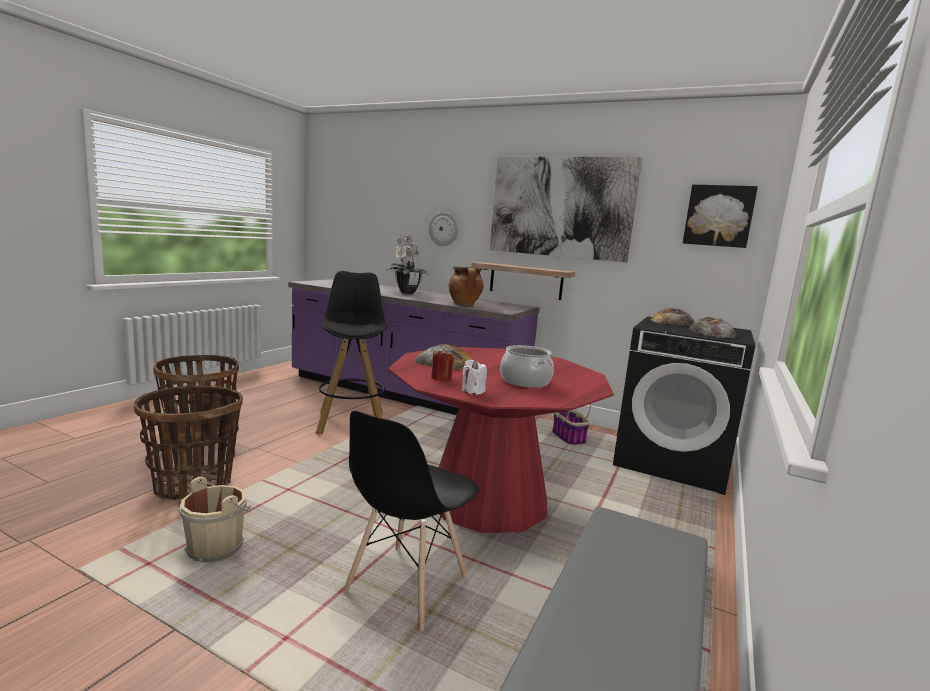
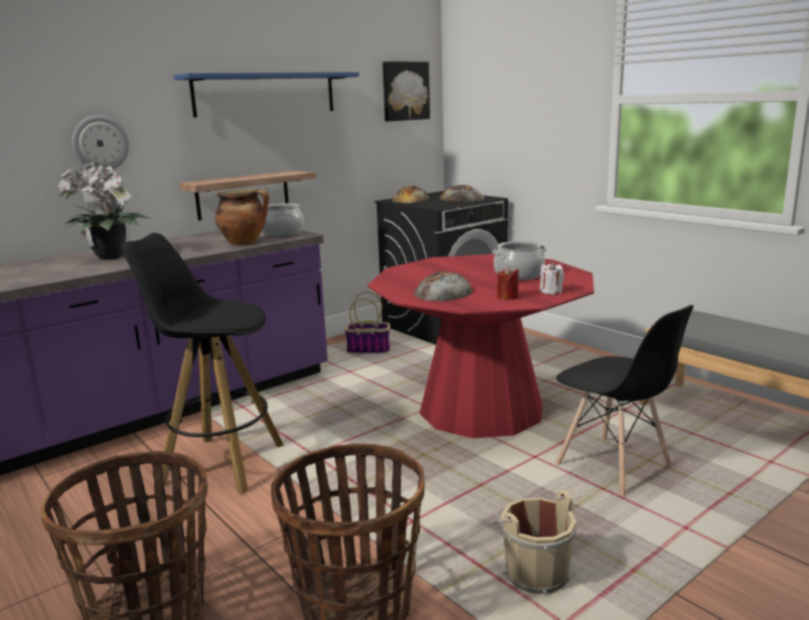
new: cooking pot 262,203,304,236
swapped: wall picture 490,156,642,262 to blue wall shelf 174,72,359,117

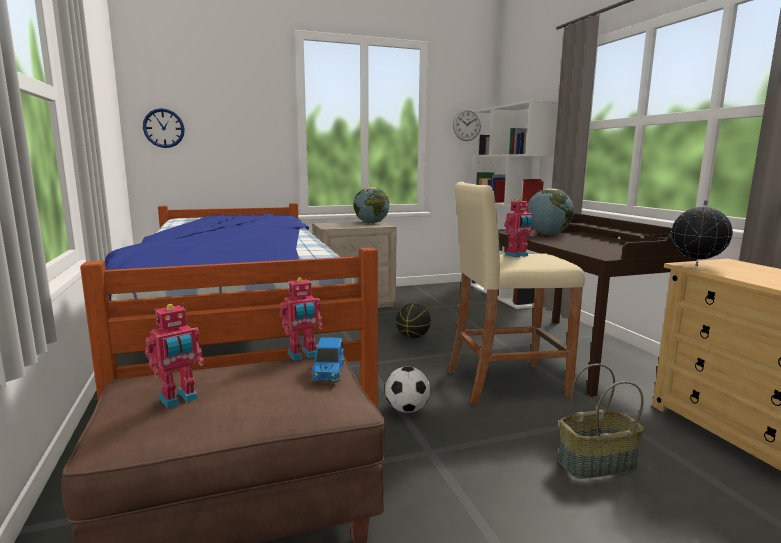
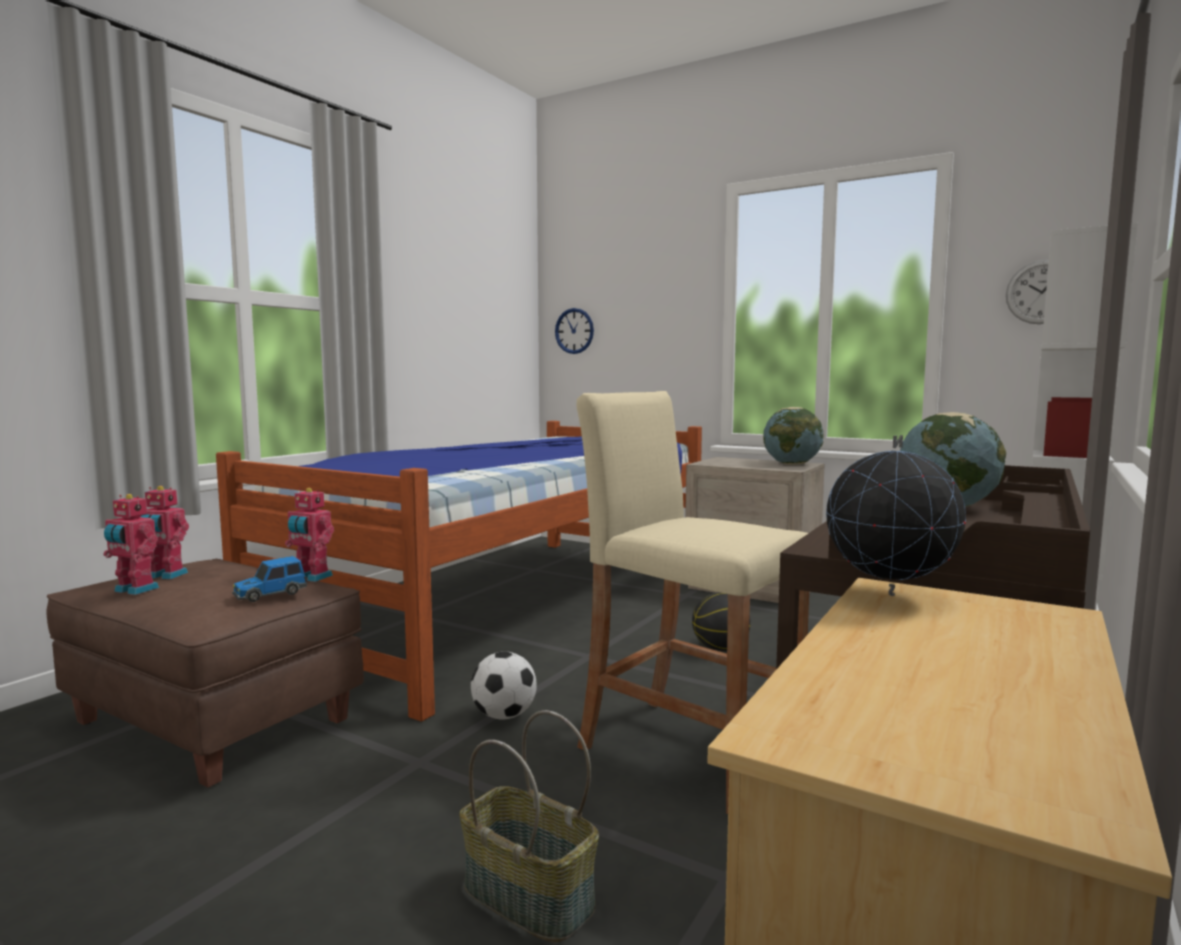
shifted: model robot 504,198,534,258 to 104,494,159,595

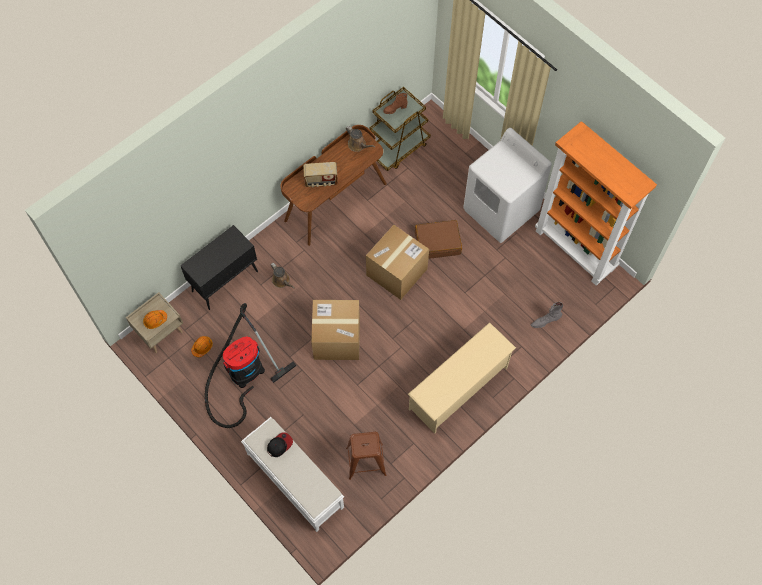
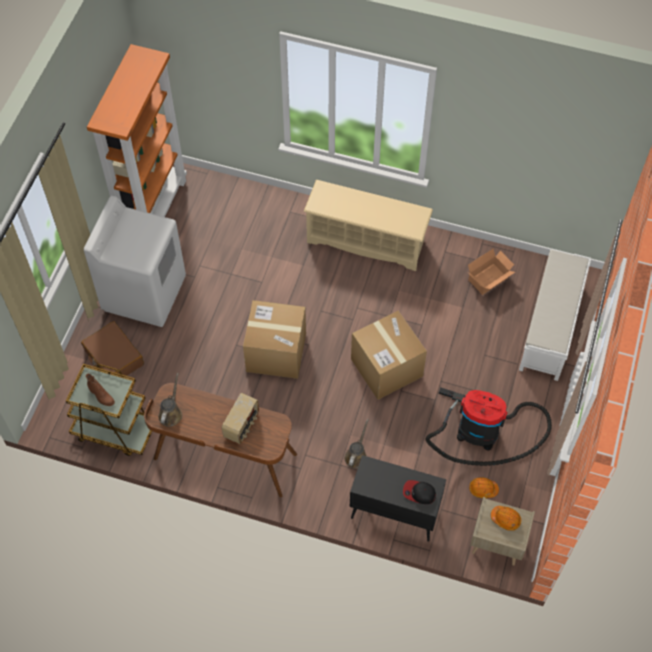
gone: grey high-top boot 531,302,563,328
shifted: brown-coloured travel case 415,220,462,259 to 81,321,144,377; baseball cap 267,432,293,457 to 403,480,436,504
swapped: brown-coloured stool seat 346,432,386,480 to packing box 468,248,515,295
rotated: radio receiver 303,162,337,187 = 222,393,259,444 60 degrees clockwise

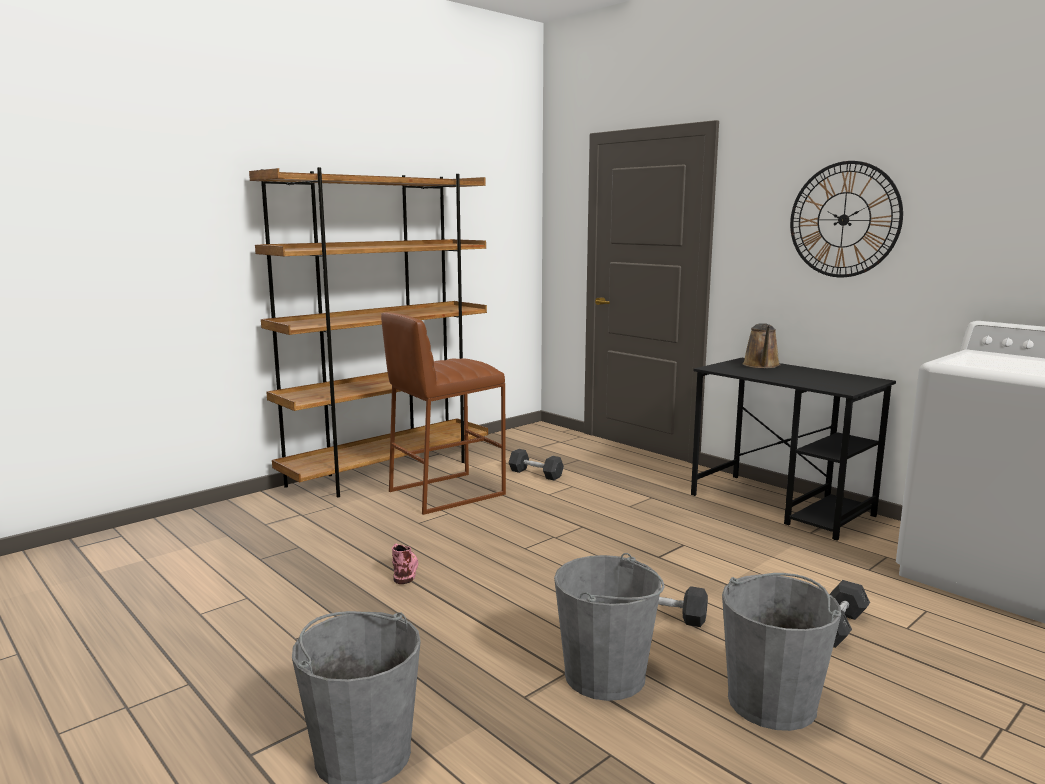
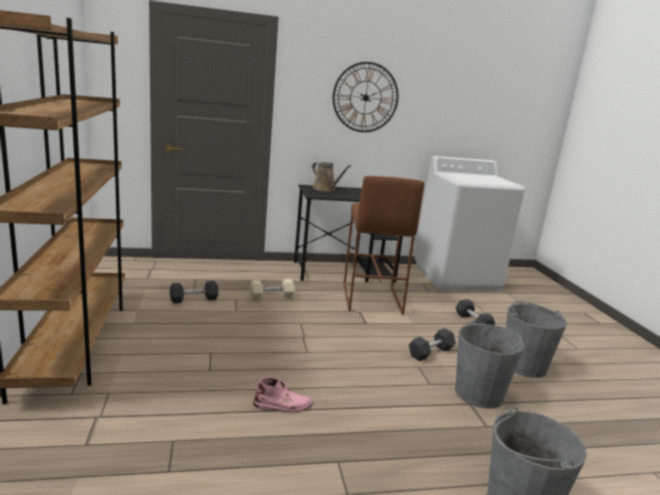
new: beige hand weight 250,279,295,299
shifted: brown-coloured stool seat 381,312,506,515 to 343,176,424,315
rotated: pink-coloured high-top boot 392,544,418,584 = 253,377,313,412 150 degrees clockwise

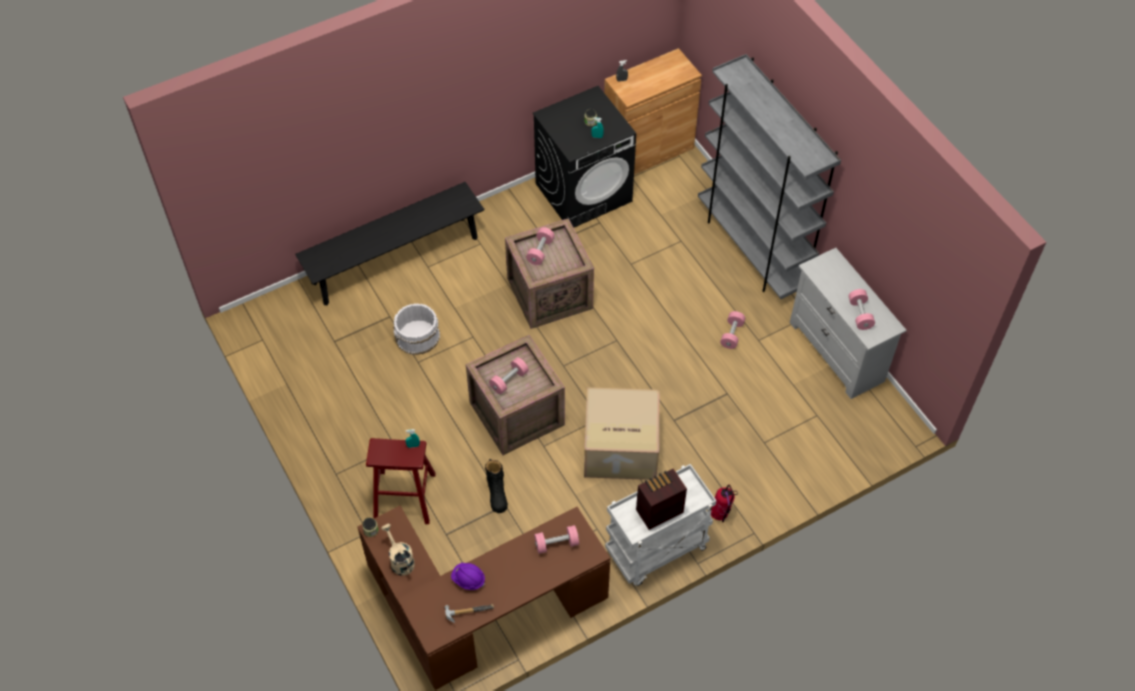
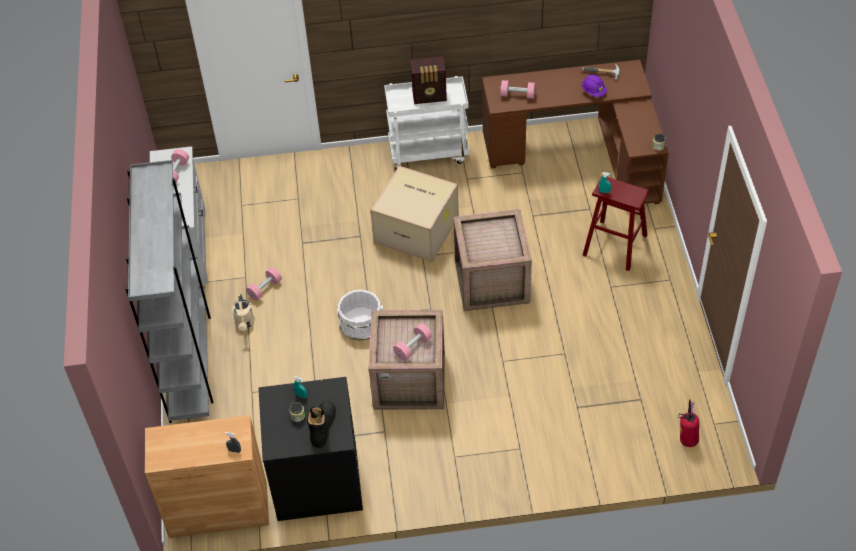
gone: black-coloured long seat 295,182,484,306; pink-coloured hand weight 489,357,529,394
shifted: beige watering pot 381,524,415,576 to 232,294,255,331; black-coloured high-top boot 485,459,508,513 to 307,401,336,448; white water bucket 393,303,440,355 to 337,290,383,341; fire extinguisher 711,485,738,522 to 678,400,699,447

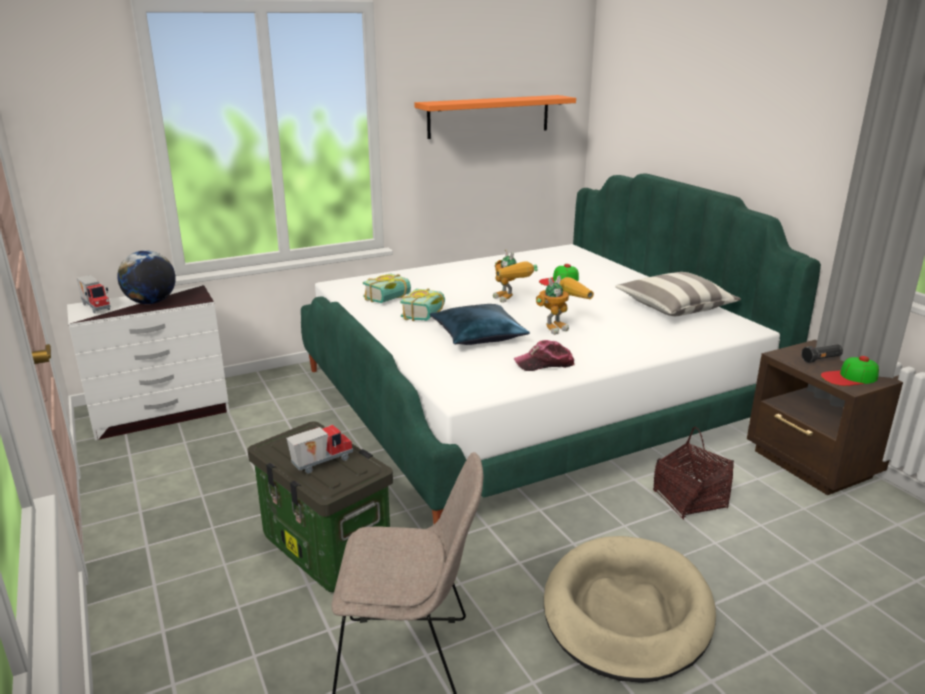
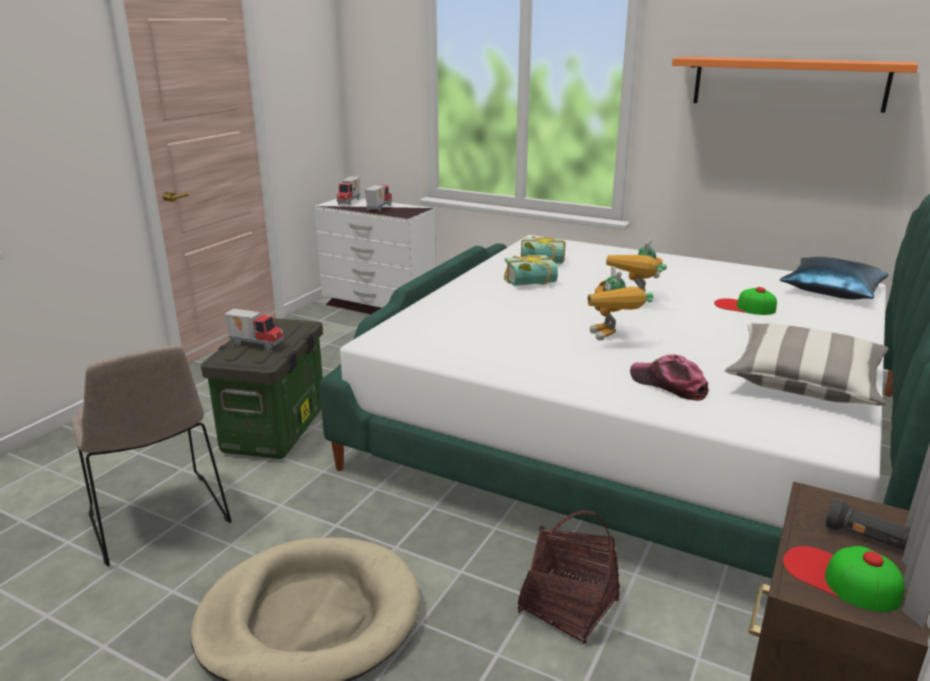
shifted: baseball cap 514,340,575,371 to 630,354,709,401; blue throw pillow 429,304,530,345 to 780,257,888,299
swapped: desk globe 117,250,176,304 to toy lorry 365,185,392,212
rotated: model robot 536,275,594,335 = 587,266,653,341 60 degrees clockwise

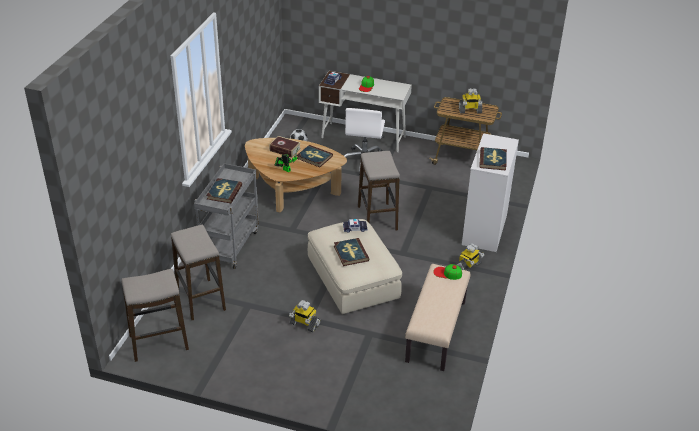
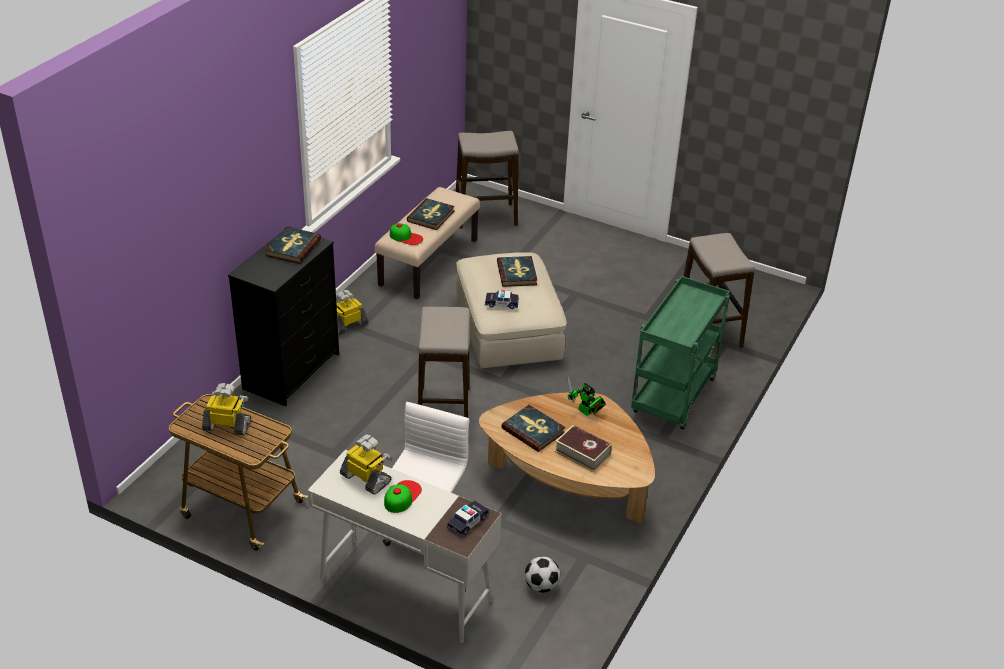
shifted: model robot 289,300,321,333 to 340,434,393,495; book 206,178,242,203 to 407,198,455,230; stool seat 121,269,189,362 to 456,131,519,229
repainted: white drawer chest 462,133,519,252 to black-coloured drawer chest 228,226,339,407; grey trolley 194,163,259,269 to greenish trolley 631,276,730,429

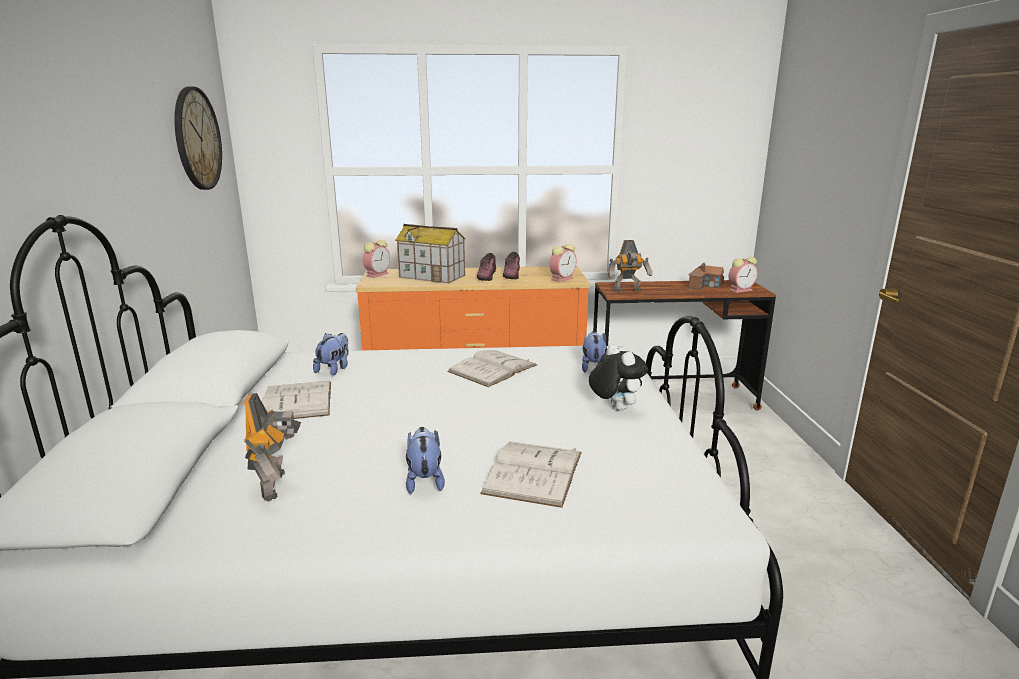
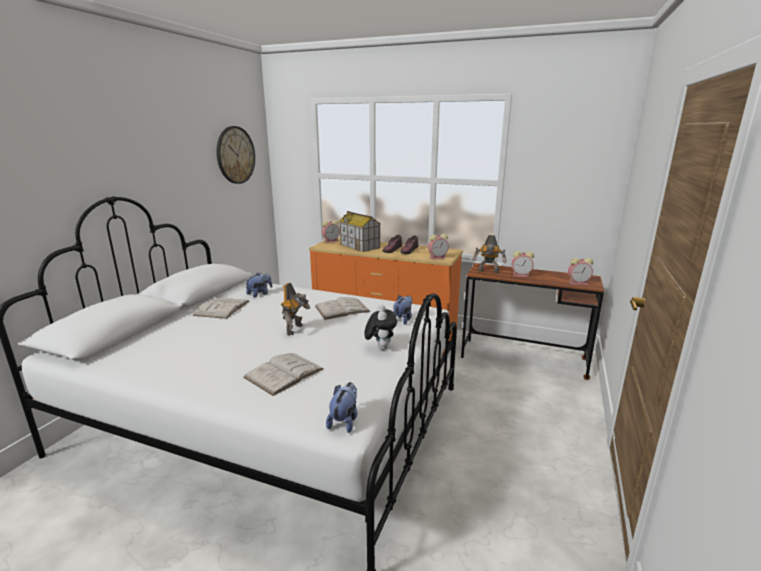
gone: miniature house 688,263,724,290
new: table clock 512,251,534,277
shifted: model robot 244,393,301,502 to 281,283,310,336; soft toy 406,427,445,494 to 326,382,357,433

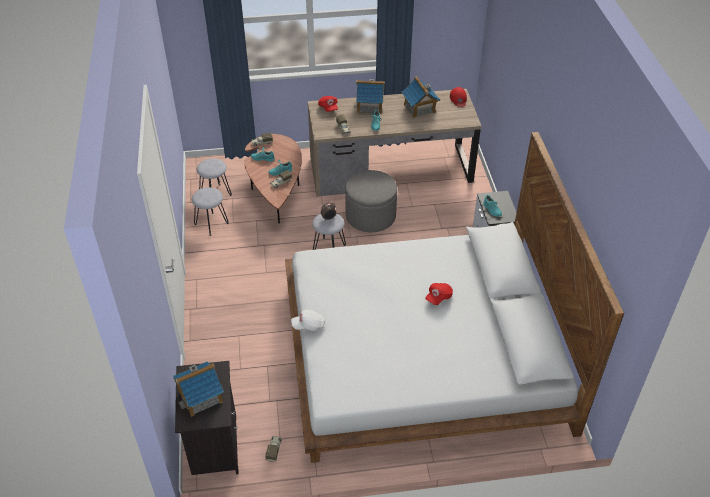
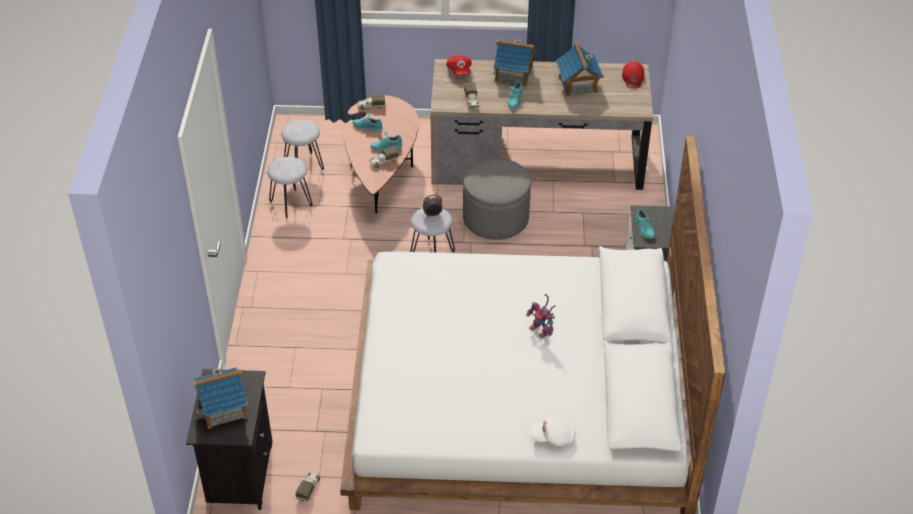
shifted: white baseball cap 291,310,325,331 to 531,416,576,446
swapped: red-coloured baseball cap 426,283,453,305 to model robot 526,294,556,339

